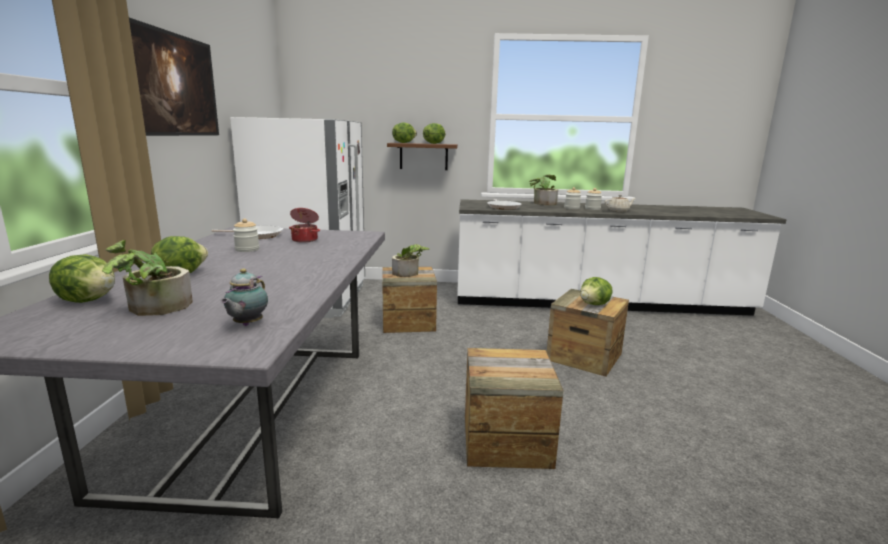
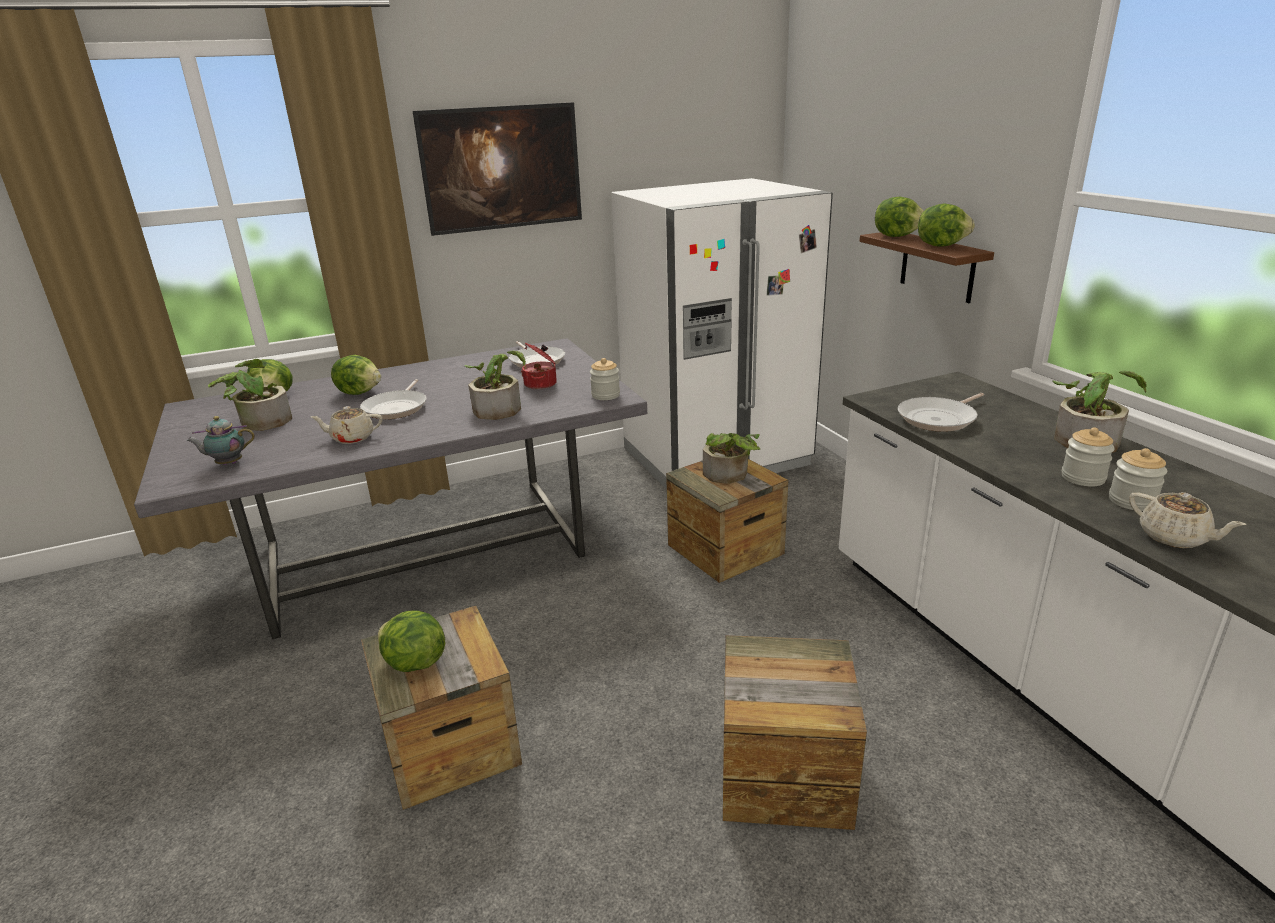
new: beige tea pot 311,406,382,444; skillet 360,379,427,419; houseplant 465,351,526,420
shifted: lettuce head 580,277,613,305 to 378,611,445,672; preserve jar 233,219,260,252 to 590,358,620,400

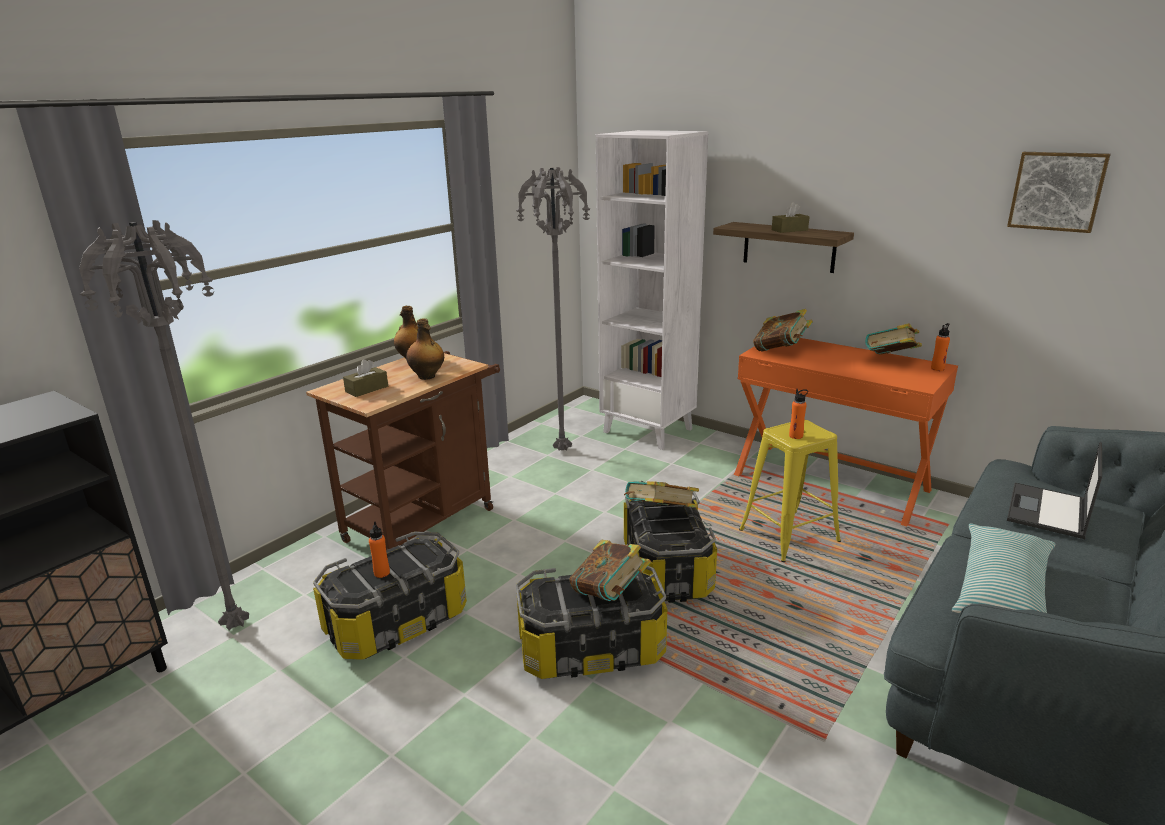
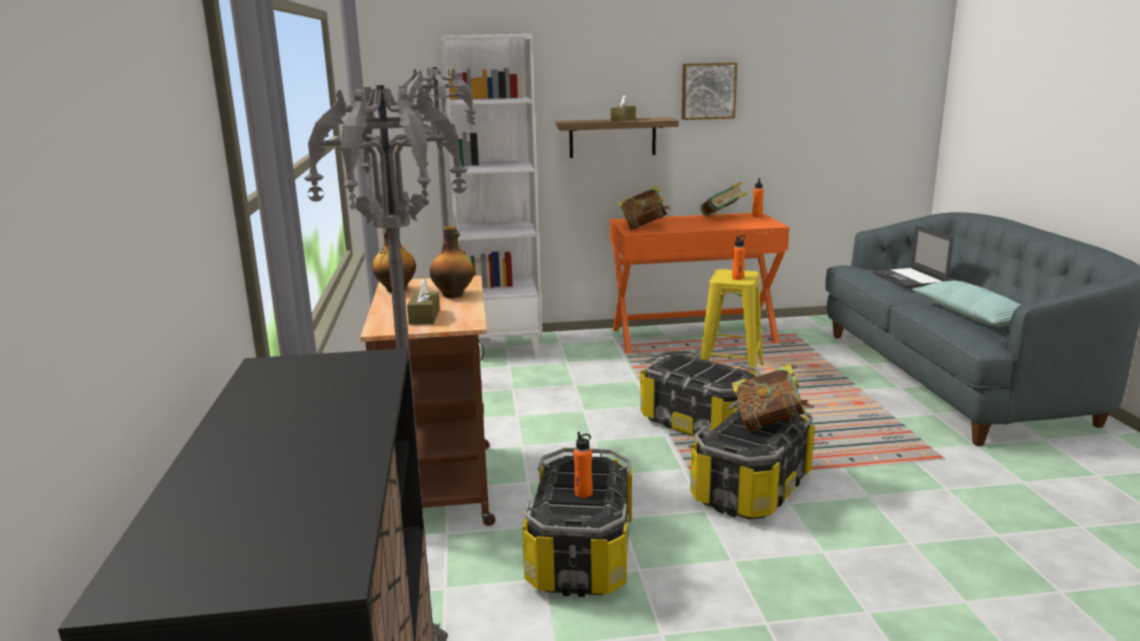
gone: book 624,481,699,508
shifted: wall picture 1007,152,1111,233 to 682,62,737,120

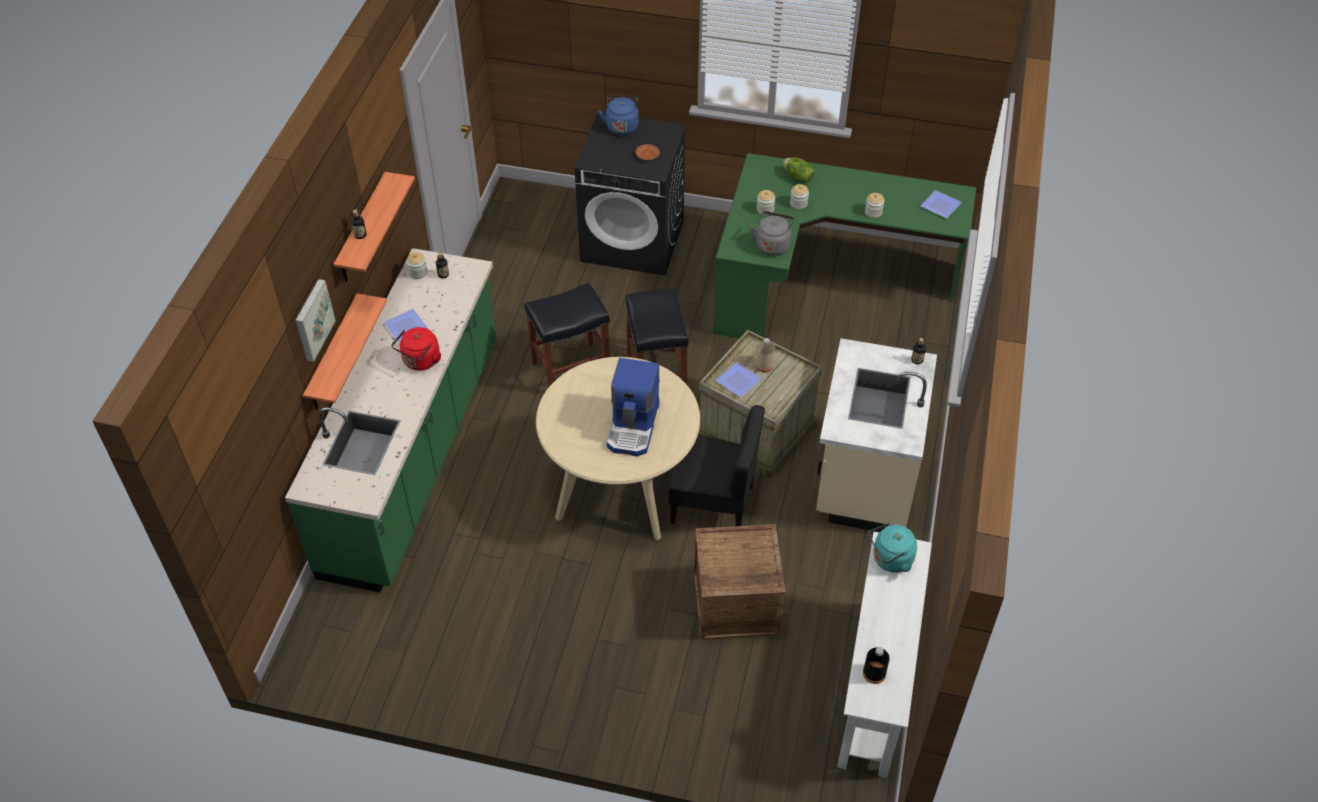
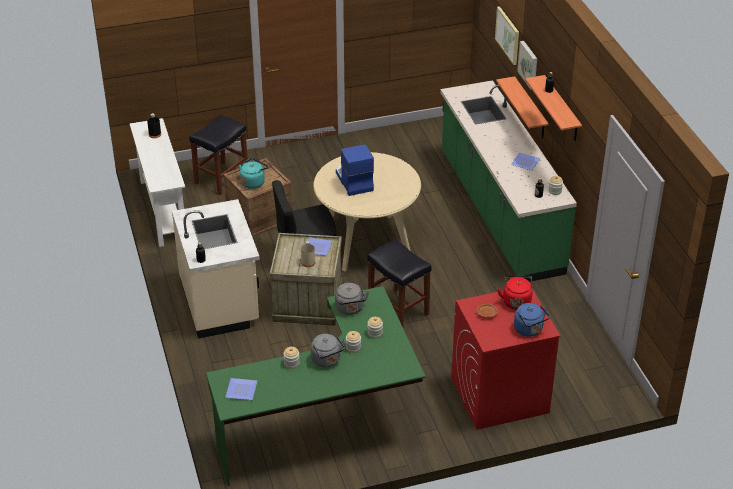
gone: lettuce head 783,157,814,183
new: grey kettle 311,334,345,368; wall picture 495,6,519,65
shifted: black-coloured stool seat 524,283,610,388 to 189,115,248,195; turquoise kettle 868,523,917,573 to 239,158,269,189; red-coloured kettle 391,327,441,371 to 498,275,533,310
repainted: black-coloured laundry machine 575,112,686,276 to red-coloured laundry machine 451,290,560,430

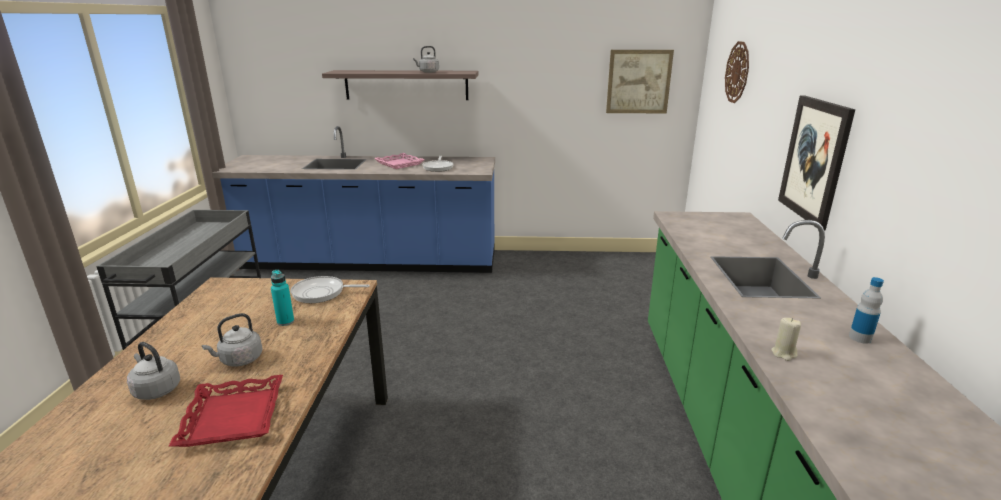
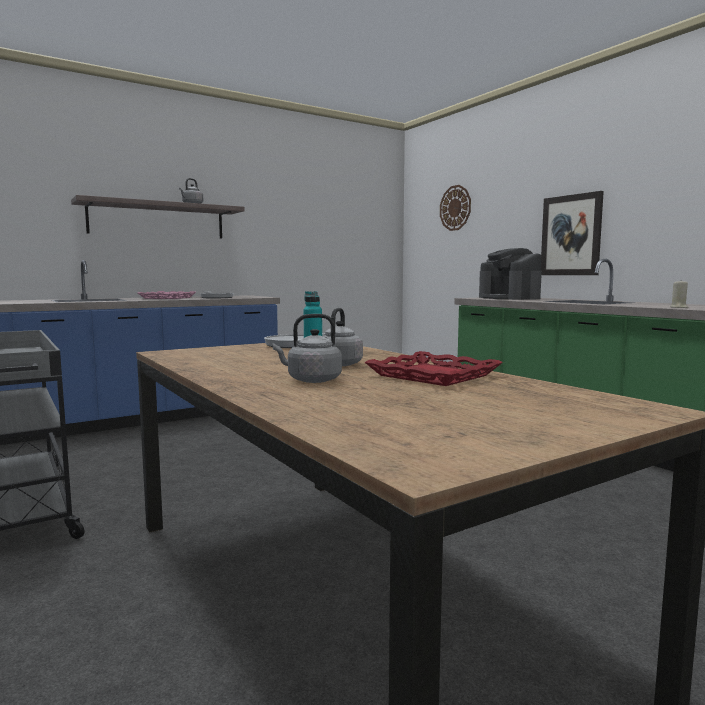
gone: wall picture 606,50,674,113; drink bottle 849,277,884,344
new: coffee machine 479,248,542,300

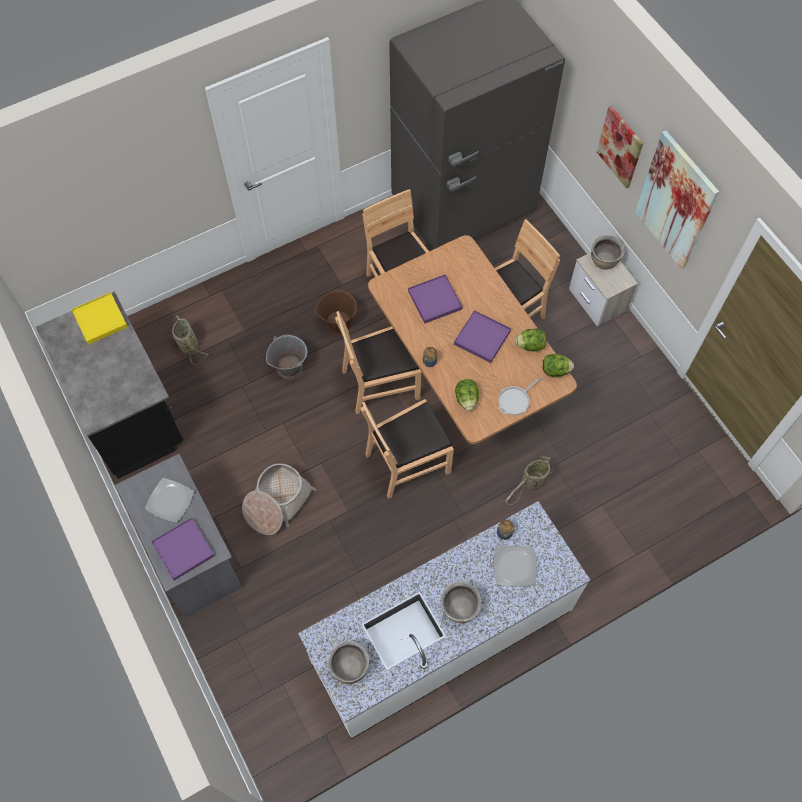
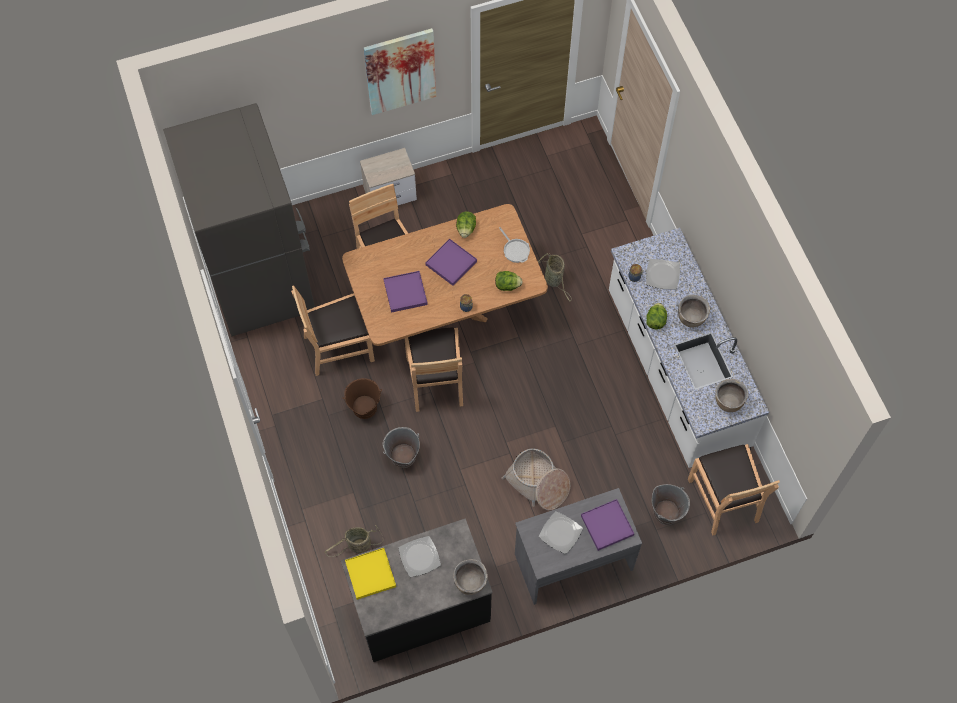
gone: wall picture 597,106,643,189
new: plate 399,536,441,577; grey water bucket 652,484,690,525
shifted: brown-coloured cooking pot 591,235,625,270 to 453,559,488,595; lettuce head 543,354,574,377 to 646,303,667,330; brown-coloured chair 360,399,454,499 to 688,444,780,536

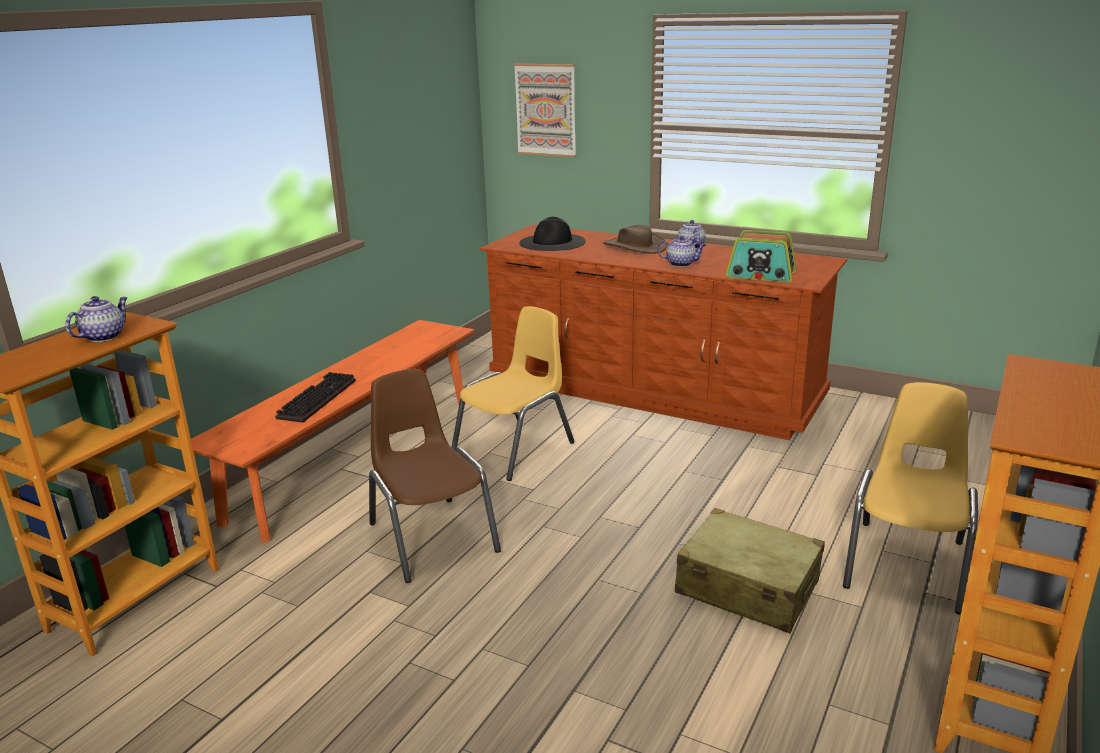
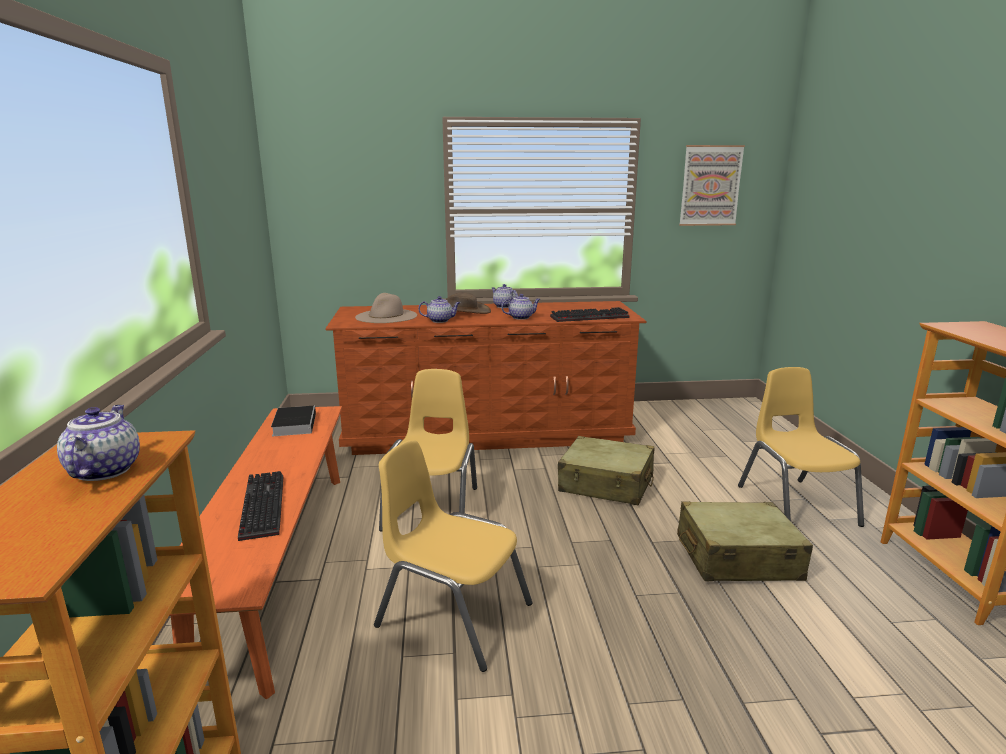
new: book 271,406,316,436; tea pot 418,296,460,323; beige travel case 558,436,654,505
shifted: wall picture 514,64,576,157 to 679,145,745,226
swapped: radio receiver 726,230,796,282 to PC keyboard 550,307,630,322
repainted: black-coloured wearable hat 519,216,586,251 to beige wearable hat 355,293,417,323; brown-coloured chair 369,369,501,583 to yellow chair 374,440,532,672

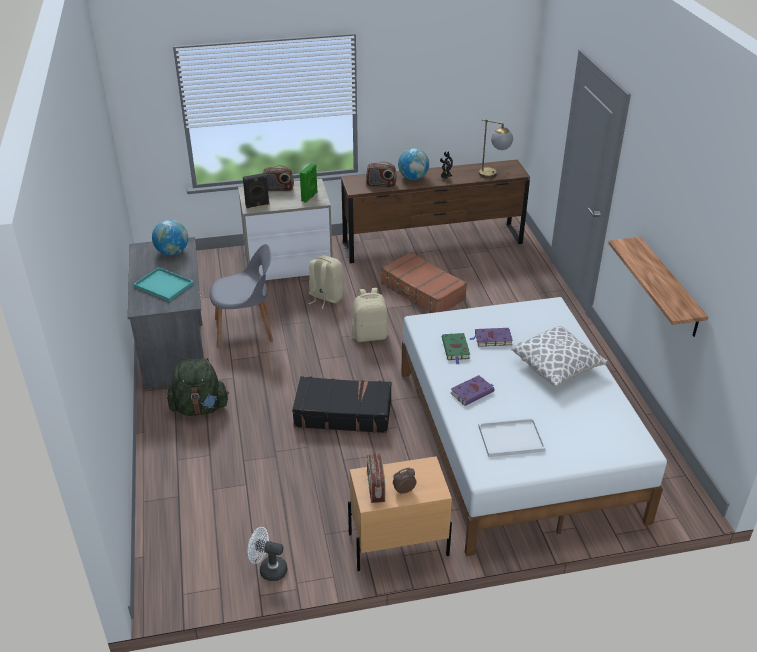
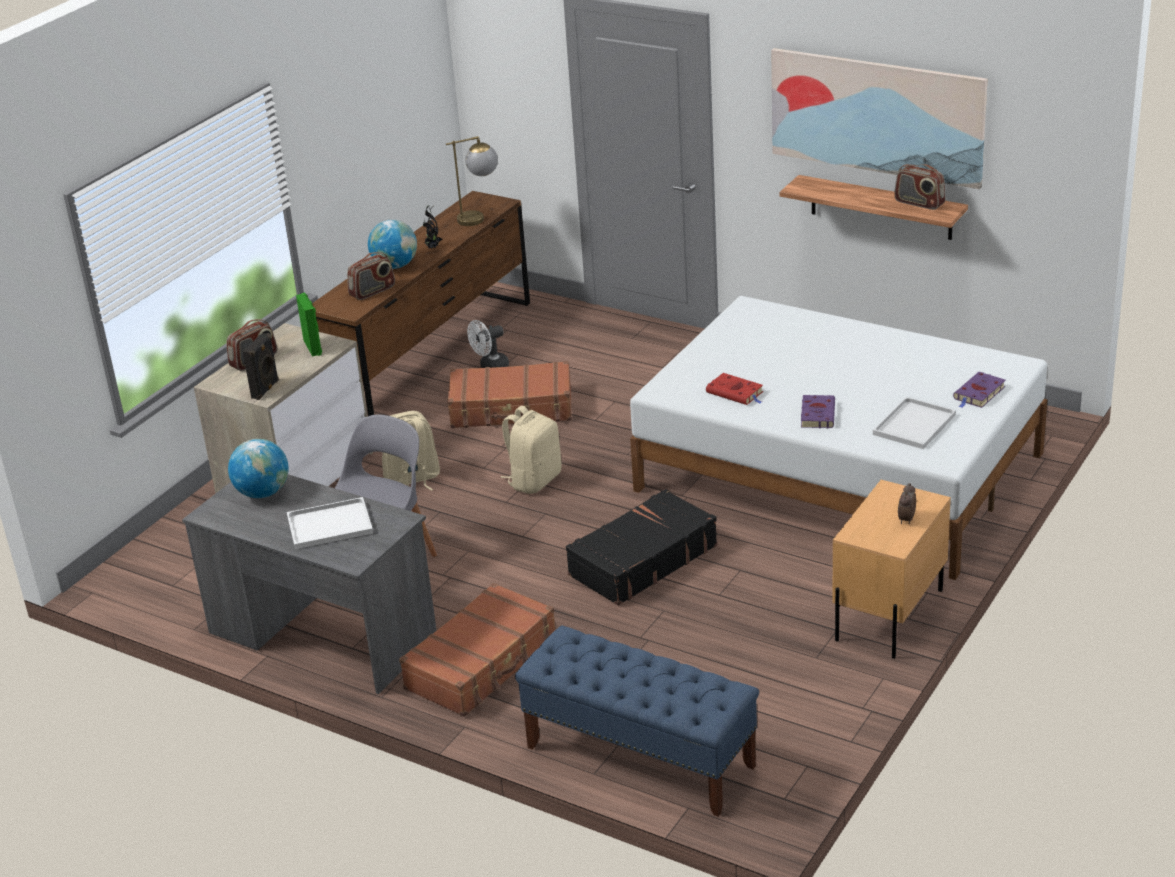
gone: throw pillow 512,326,608,388
new: blue long seat 515,626,759,817; wall picture 771,48,987,189
shifted: white electric fan 248,527,287,581 to 467,320,509,368; radio receiver 367,451,385,503 to 894,164,946,210; purplish book 469,328,513,347 to 953,372,1006,408
swapped: greenish rucksack 167,358,229,416 to brown-coloured travel case 399,583,555,717
repainted: turquoise serving tray 134,267,194,302 to white serving tray 287,497,373,549; greenish book 442,333,470,365 to red-coloured book 706,373,763,405

